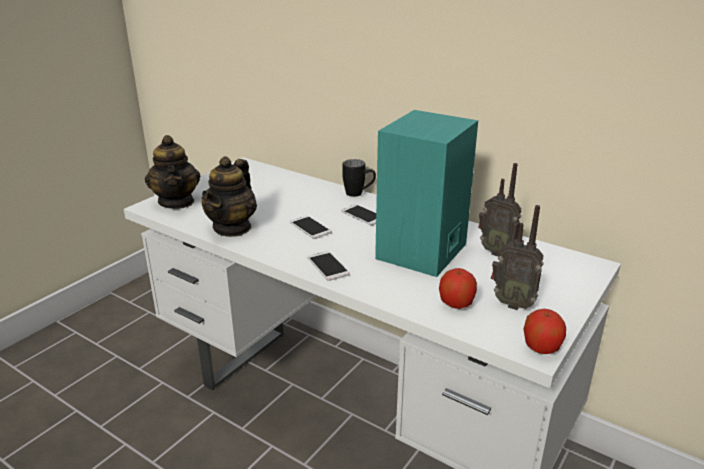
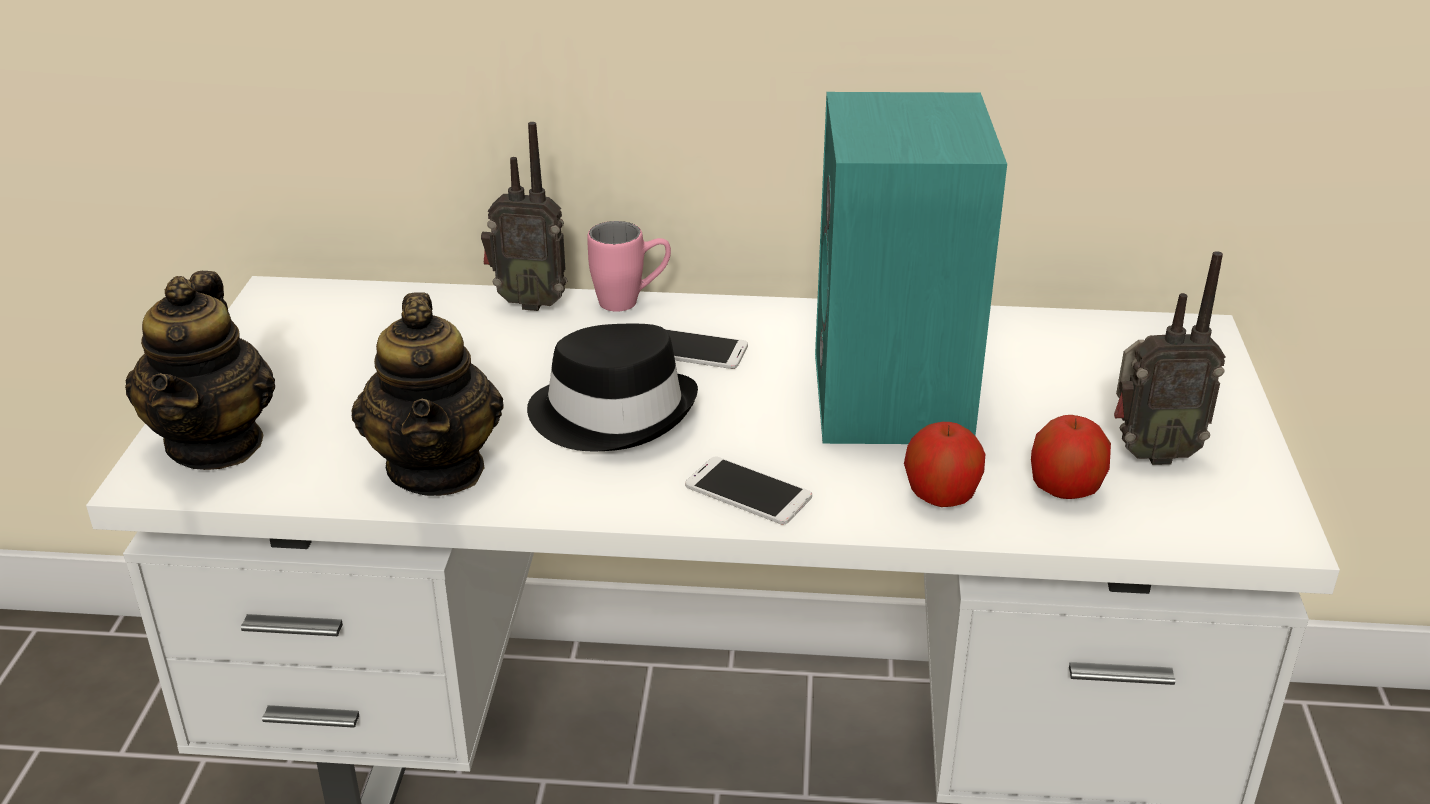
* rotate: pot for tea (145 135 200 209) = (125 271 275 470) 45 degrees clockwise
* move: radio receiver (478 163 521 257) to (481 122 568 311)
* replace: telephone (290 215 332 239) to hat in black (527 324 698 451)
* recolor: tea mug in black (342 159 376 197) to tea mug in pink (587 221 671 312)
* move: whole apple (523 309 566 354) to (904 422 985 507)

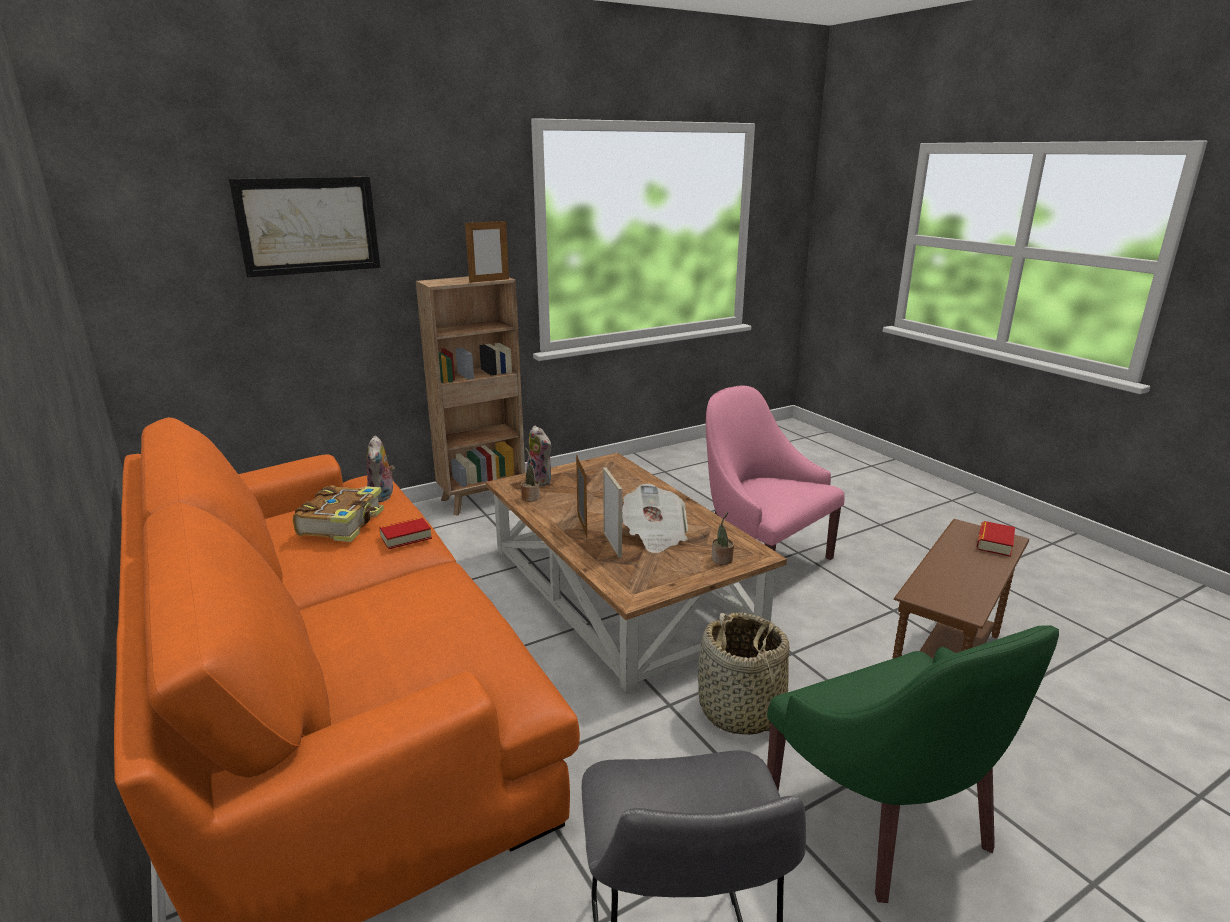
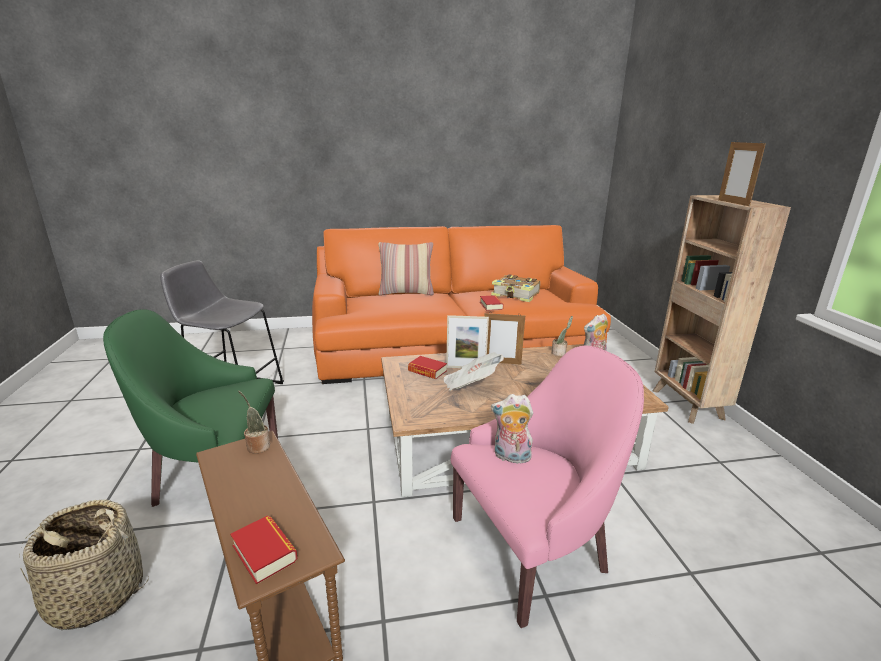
* move: basket (698 612 789 735) to (19 499 149 630)
* move: potted plant (711 512 734 565) to (238 391 270 454)
* insert: throw pillow (379 242 434 295)
* insert: book (408 356 447 379)
* move: plush toy (367 436 395 502) to (491 394 533 463)
* delete: wall picture (228 177 380 278)

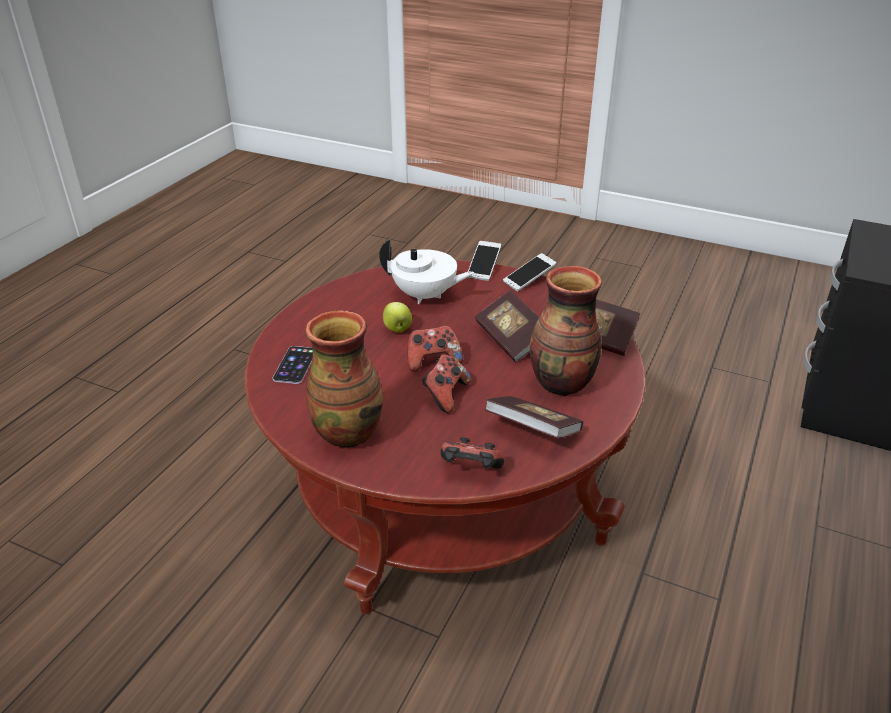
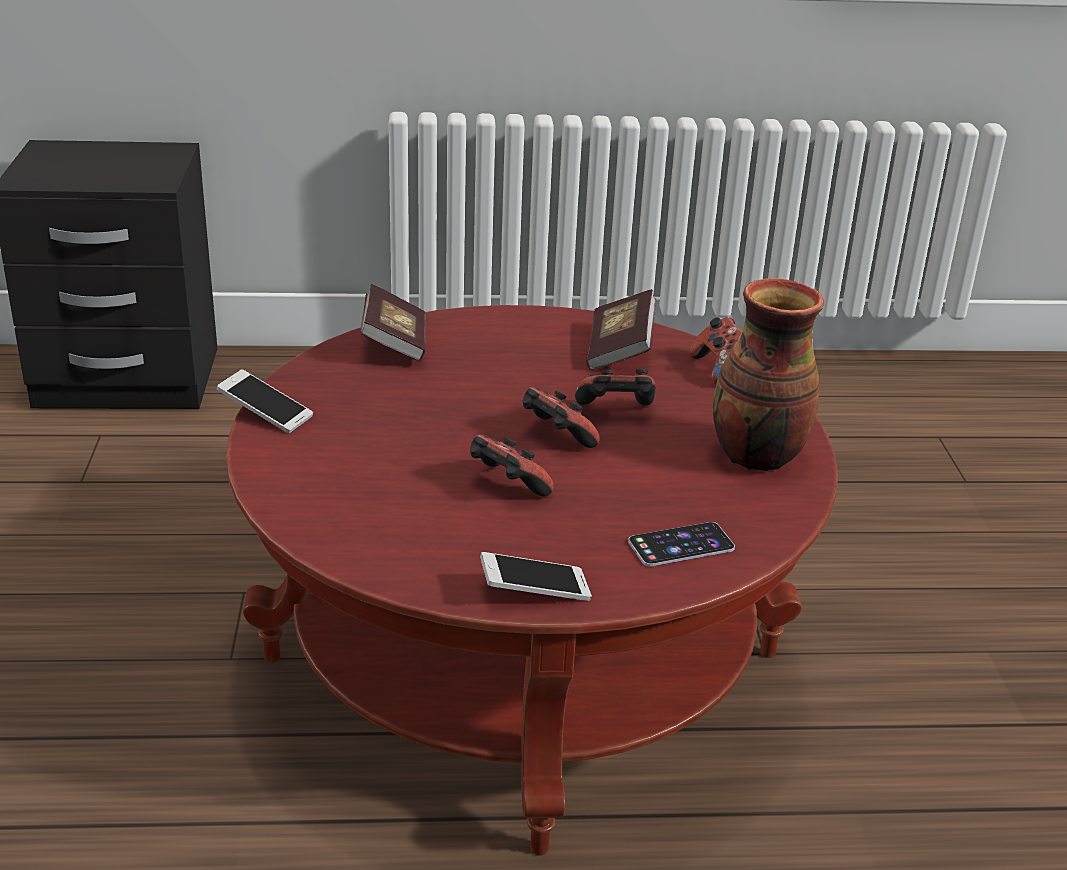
* replace: whole apple (383 302 412 332) to game controller (470 435 554 496)
* move: telephone (467 241 501 281) to (480 552 592 601)
* delete: pot for tea in whitish (379 239 474 304)
* delete: book (475 290 539 362)
* delete: decorative vase (530 266 602 396)

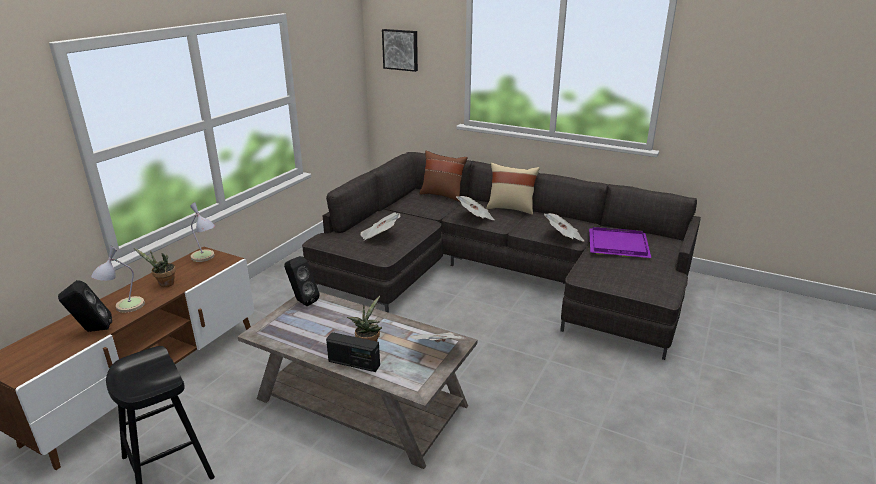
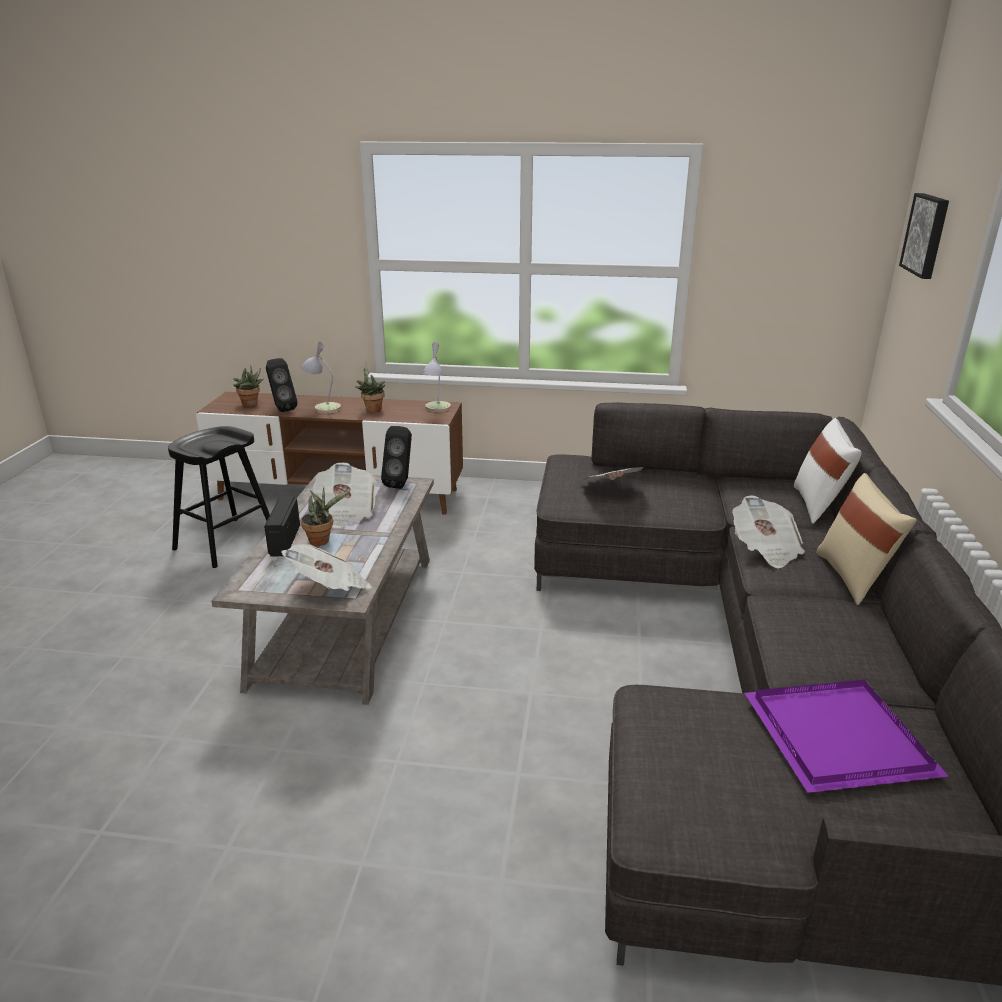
* insert: potted plant (233 365 263 407)
* move: printed paper (544 213 585 242) to (310 463 377 528)
* recolor: throw pillow in brownish (419 151 468 202) to throw pillow in whitish (794 418 862 524)

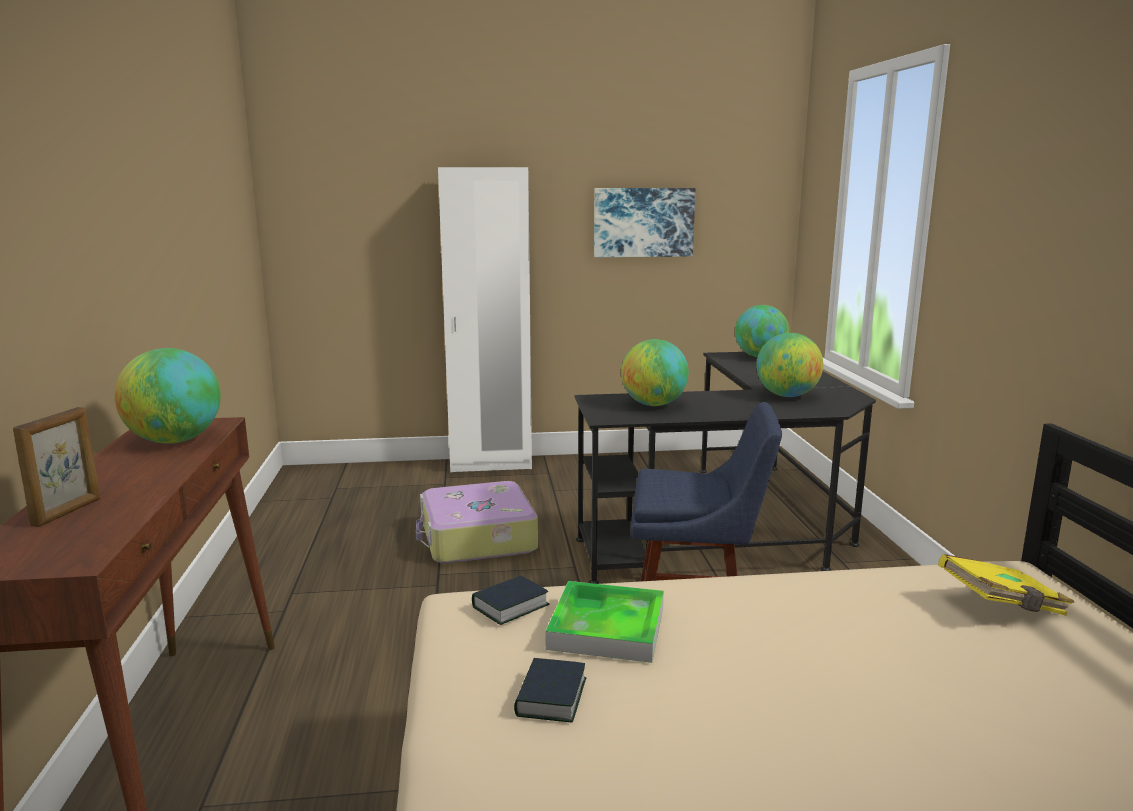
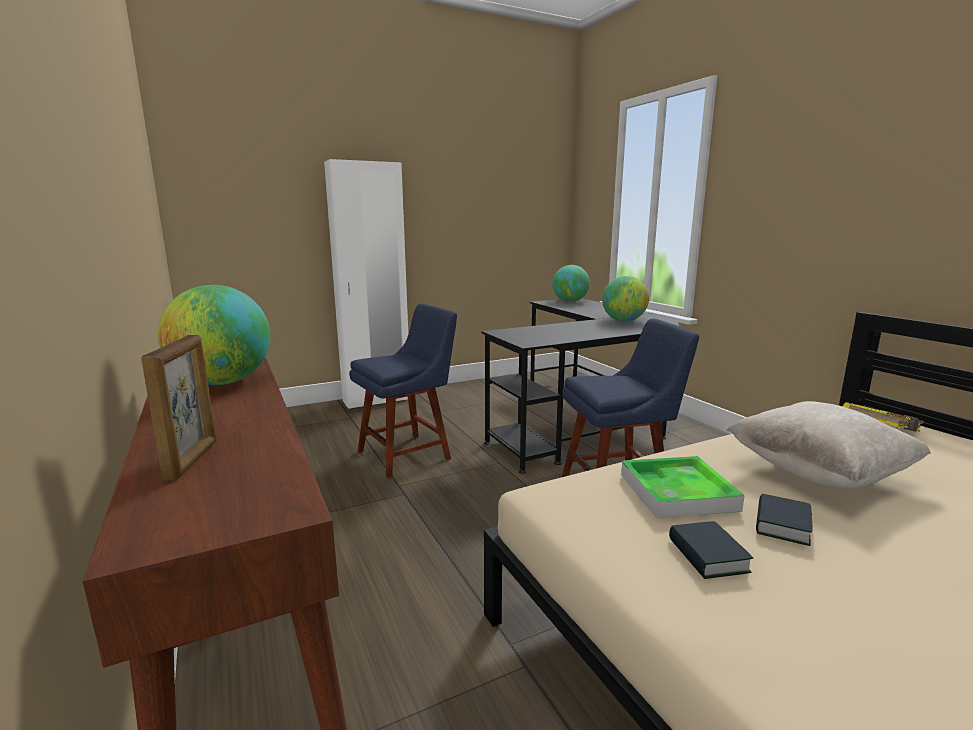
* replace: travel case (416 481 538 563) to plain chair in bluish (349 303 457 478)
* insert: throw pillow in beige-coloured (727 401 931 489)
* move: book (472 576 550 625) to (756 494 813 546)
* delete: wall picture (594 188 695 257)
* delete: world globe (621 339 689 406)

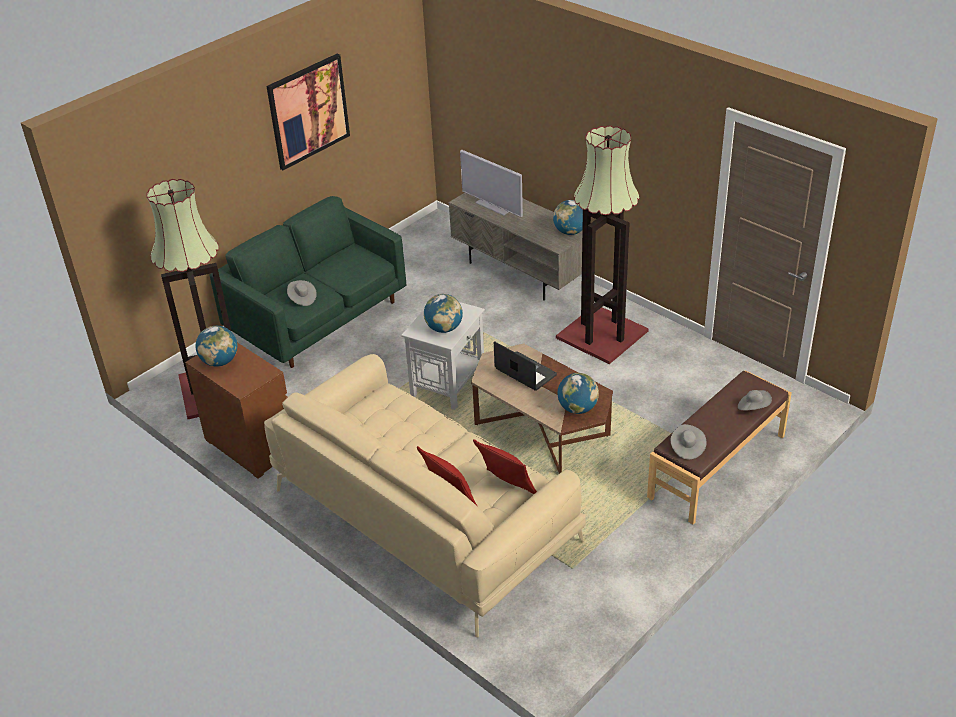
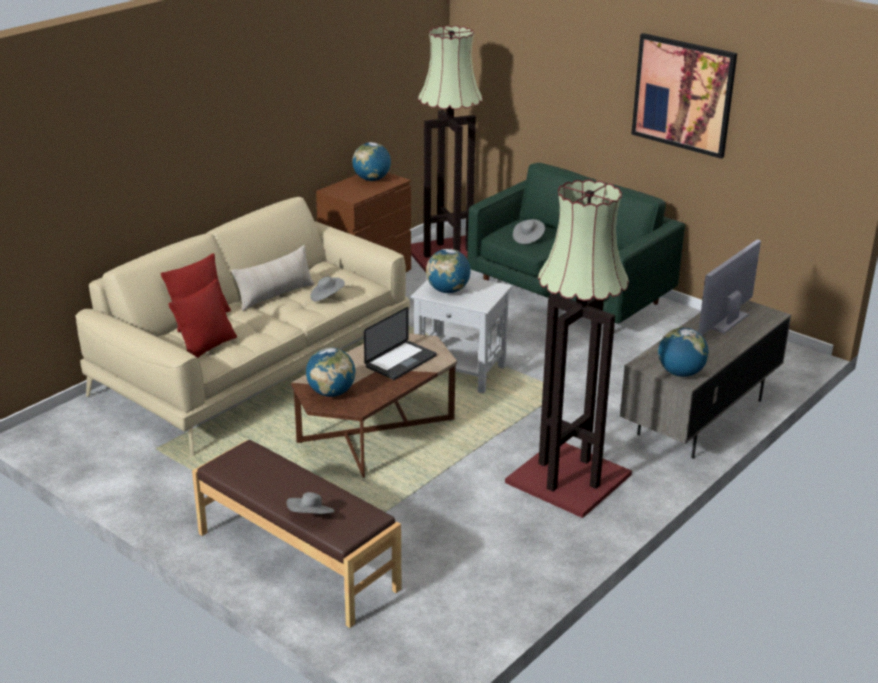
* insert: throw pillow in beige-coloured (231 245 314 311)
* move: hat in grey (671 424 707 460) to (310 277 345 301)

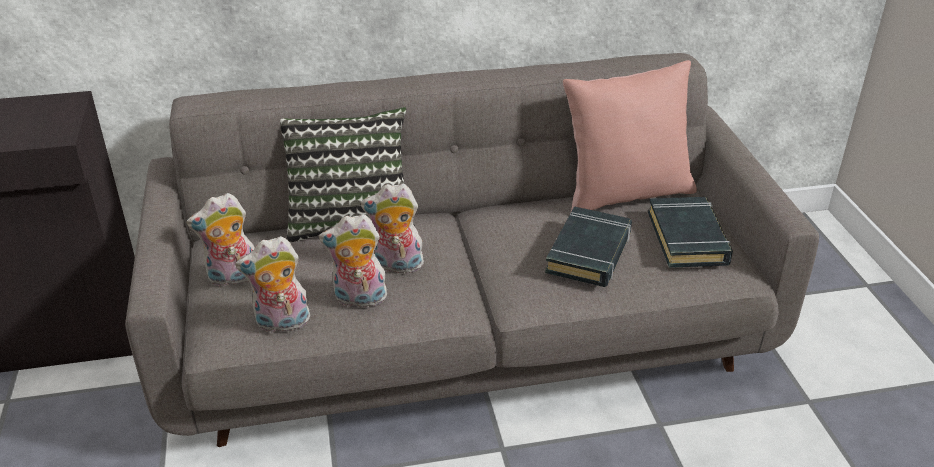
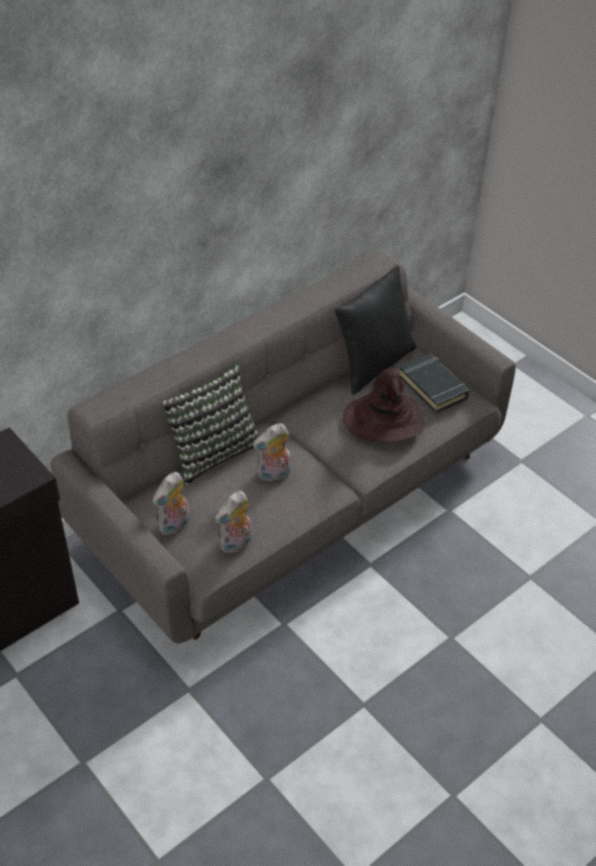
* recolor: throw pillow in pink (563 60 697 212) to throw pillow in black (335 265 416 395)
* replace: book in black (545 206 632 287) to hat in brownish (343 368 425 441)
* delete: plush toy (319 214 387 307)

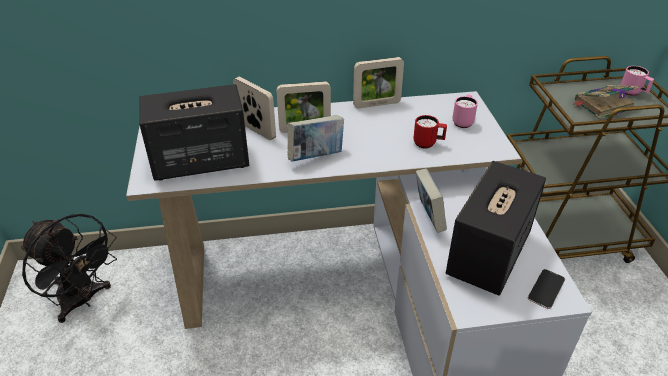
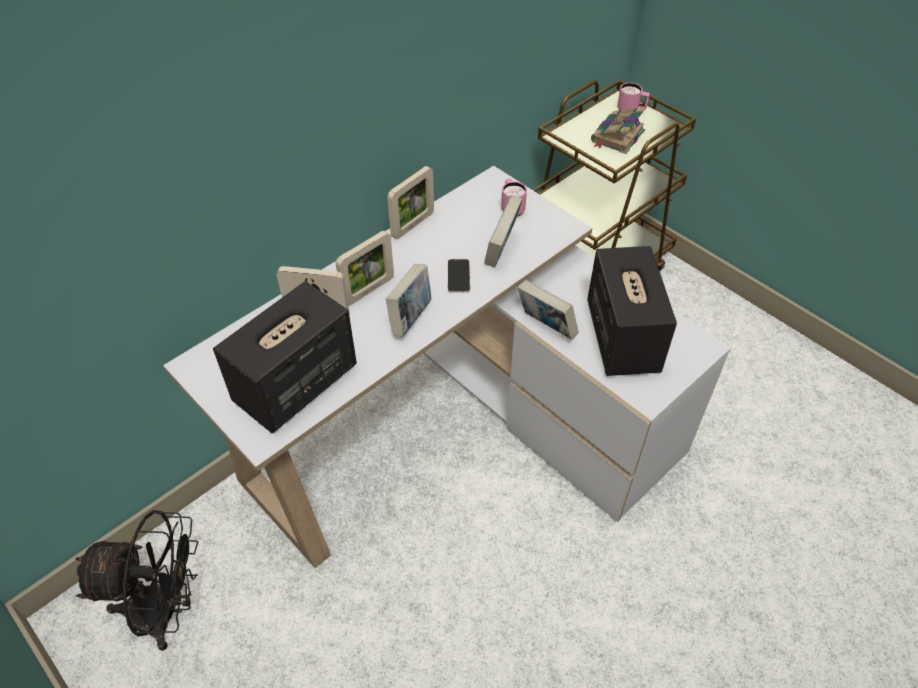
* move: telephone (528 269 565 309) to (447 259 470 293)
* replace: tea mug in red (413 115 447 148) to book (485 195 522 268)

